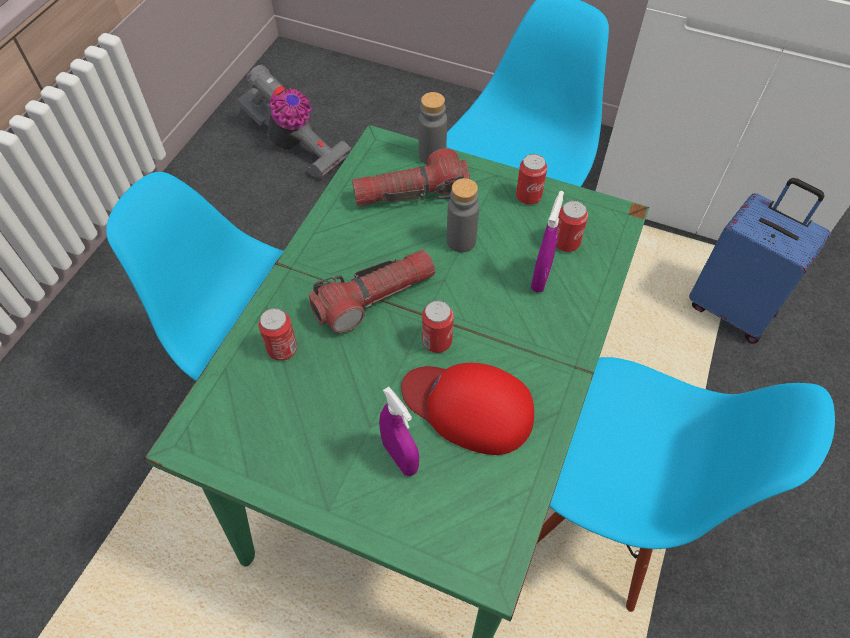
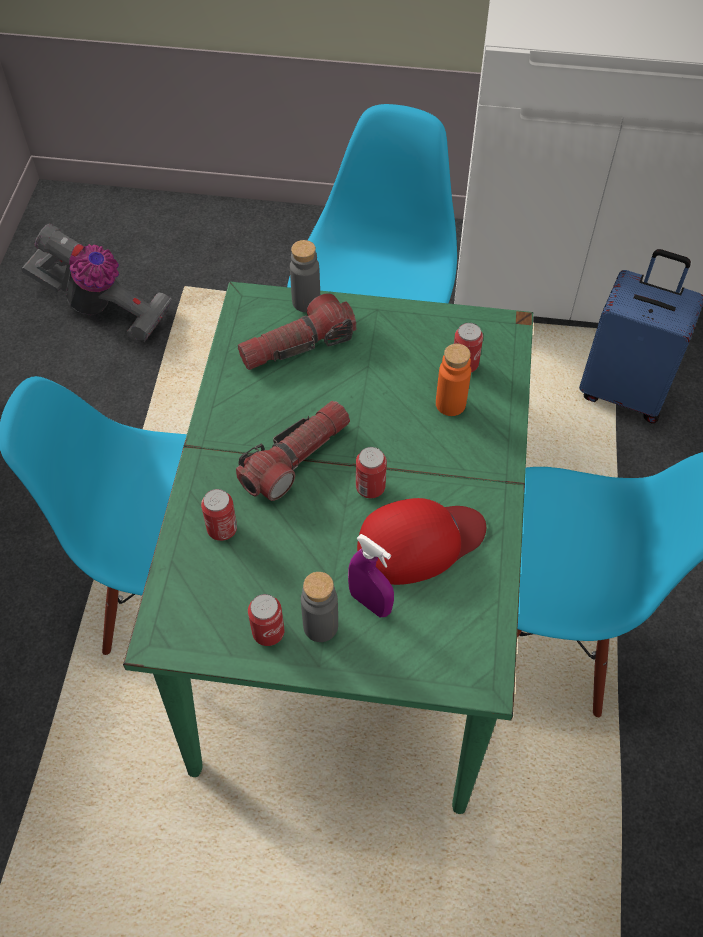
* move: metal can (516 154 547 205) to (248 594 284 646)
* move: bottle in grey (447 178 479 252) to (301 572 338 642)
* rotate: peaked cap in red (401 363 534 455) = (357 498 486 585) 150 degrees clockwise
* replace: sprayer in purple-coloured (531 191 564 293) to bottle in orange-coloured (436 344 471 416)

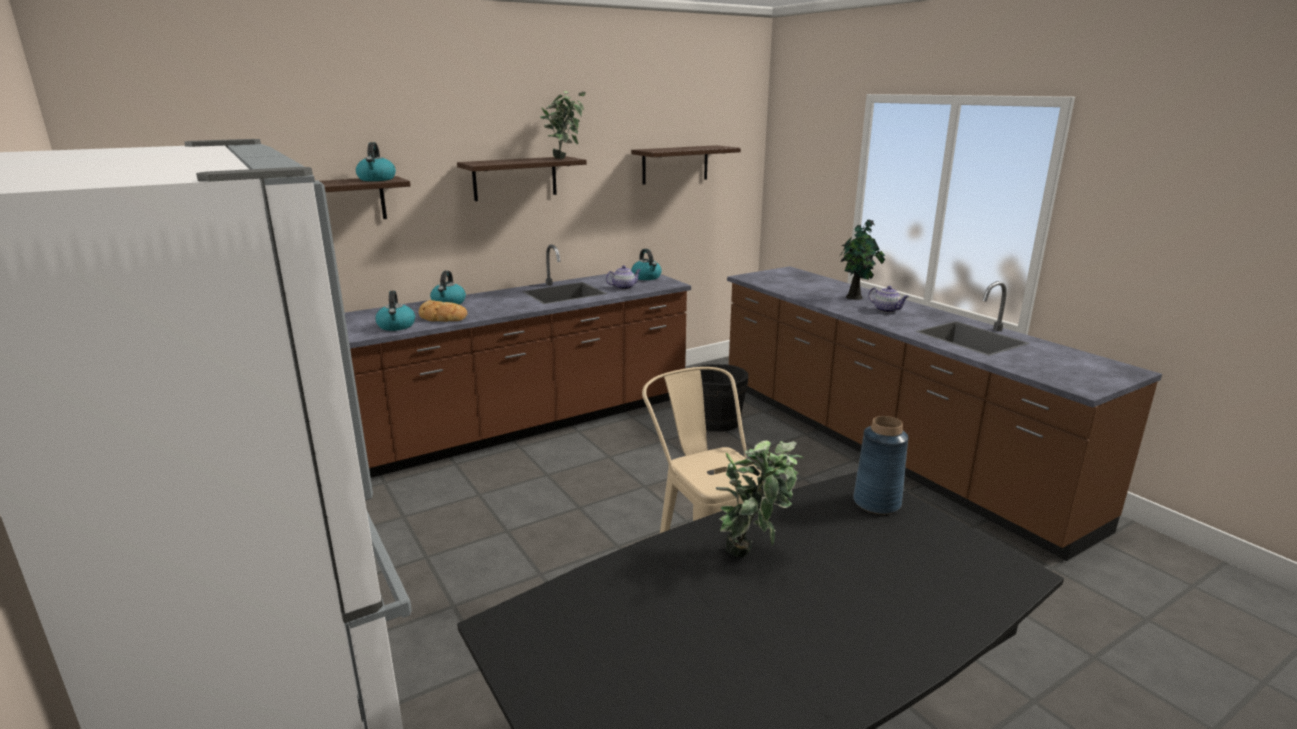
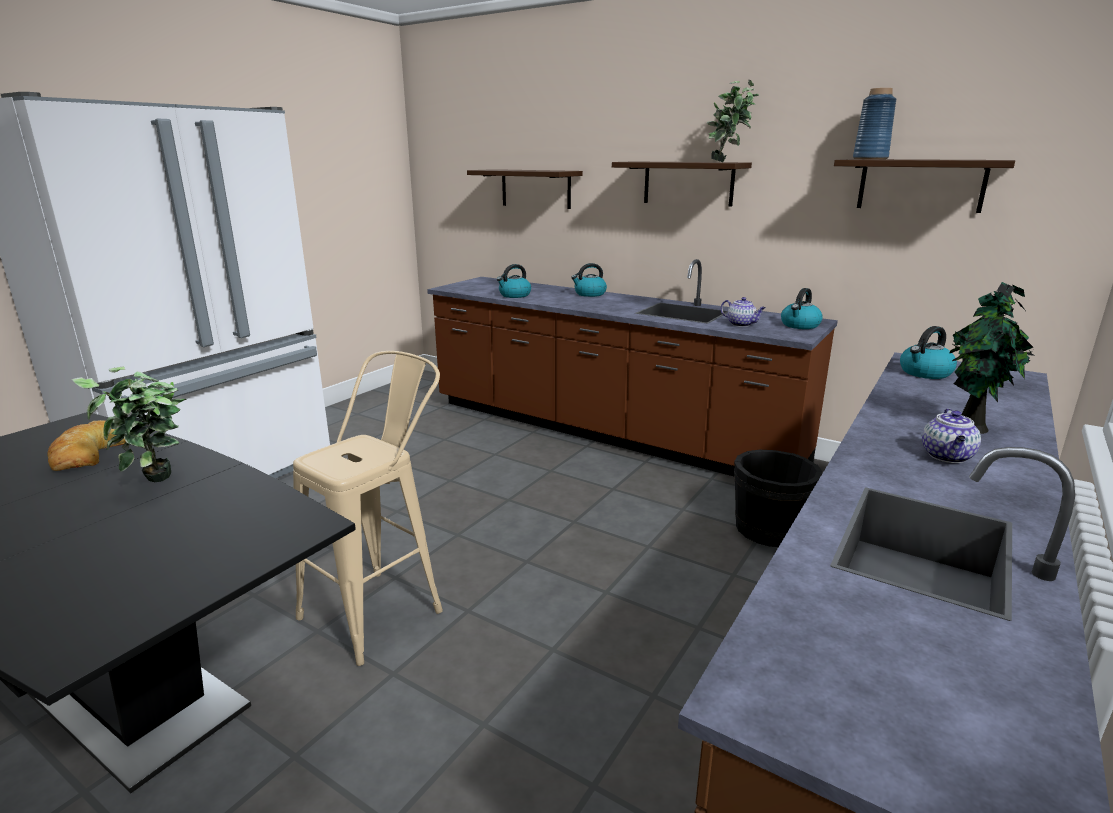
* move: baked bread (419 300 467 322) to (47 420 126 471)
* move: decorative vase in bluish (853 416 909 514) to (853 88 897 159)
* move: kettle (356 142 396 181) to (900 326 957 379)

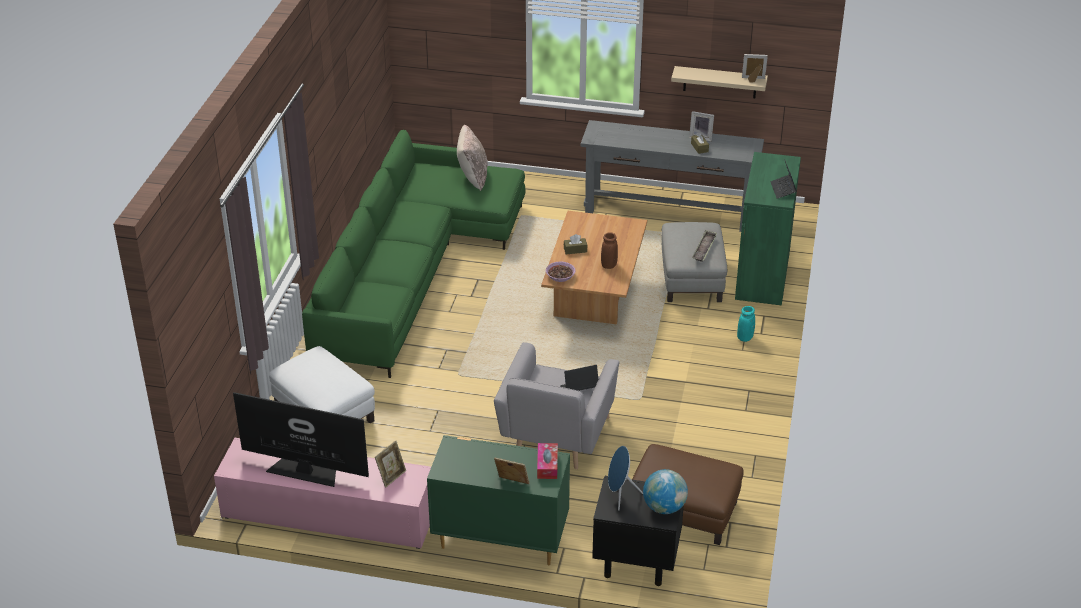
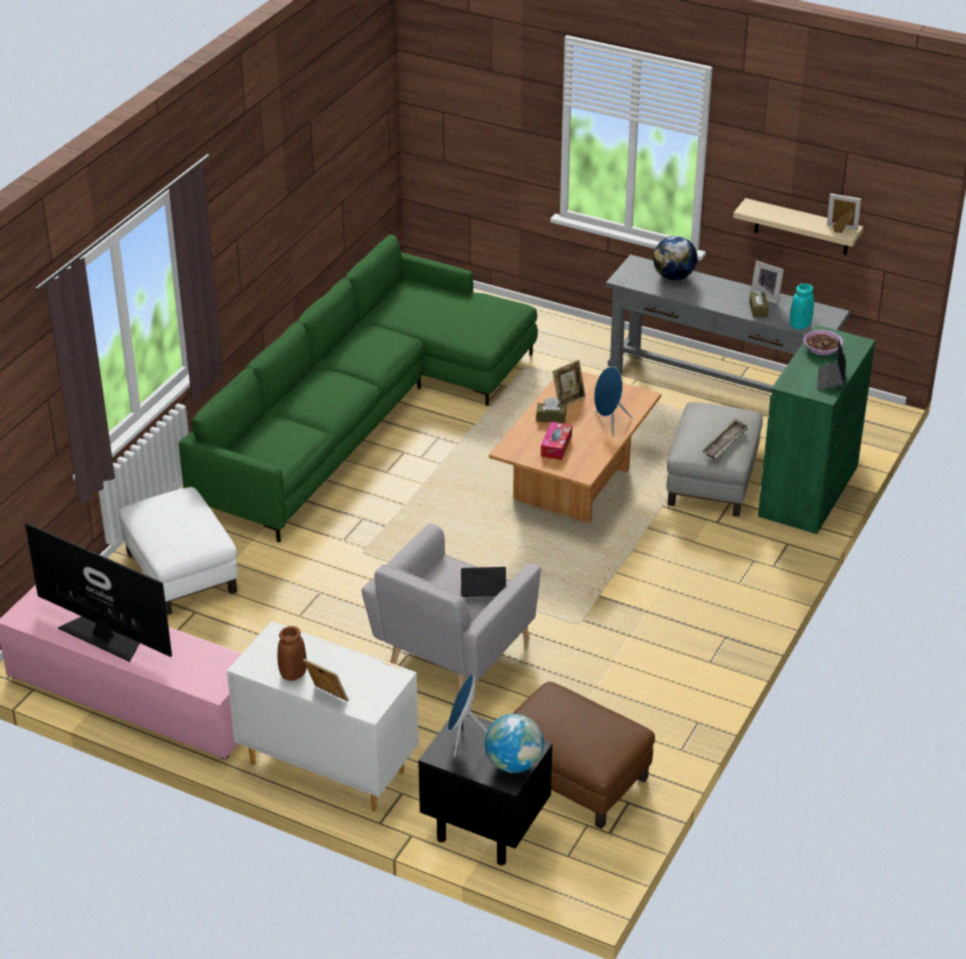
* recolor: chest of drawers in greenish (427 435 570 565) to chest of drawers in whitish (227 621 419 812)
* move: decorative vase in brownish (601 232 618 269) to (277 626 307 681)
* move: tissue holder (537 443 558 479) to (541 422 572 460)
* move: picture frame (375 440 406 488) to (552 360 586 405)
* insert: audio speaker in bluish (594 367 633 437)
* insert: world globe (653 236 698 280)
* move: decorative vase in turquoise-coloured (737 306 755 342) to (790 284 814 330)
* move: serving bowl (546 262 576 282) to (803 330 843 355)
* delete: throw pillow in beige-coloured (457 125 488 191)

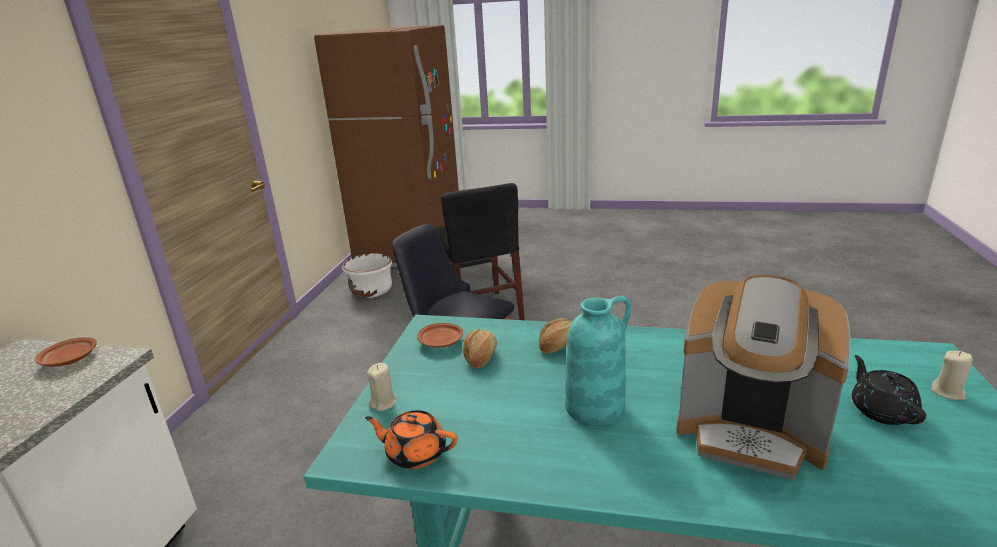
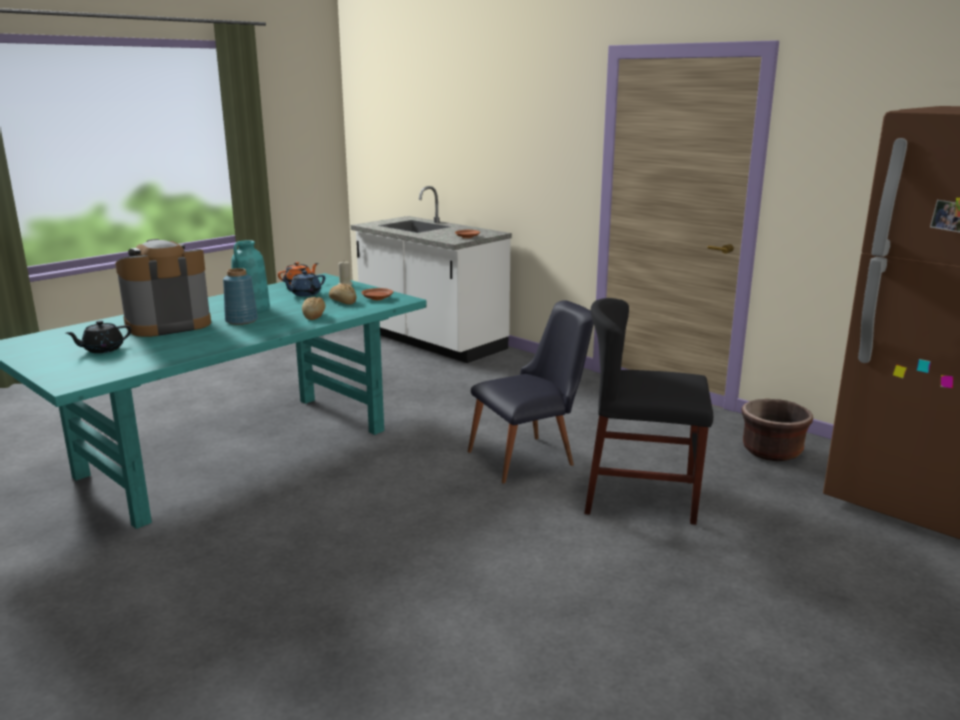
* rotate: pot for tea in black (852 355 926 425) = (65 321 131 353) 120 degrees clockwise
* insert: decorative vase in bluish (223 268 258 325)
* insert: pot for tea in bluish (282 271 325 297)
* recolor: planter in whitish (342 253 392 298) to planter in brownish (741 399 813 461)
* delete: candle in beige-coloured (931 351 973 400)

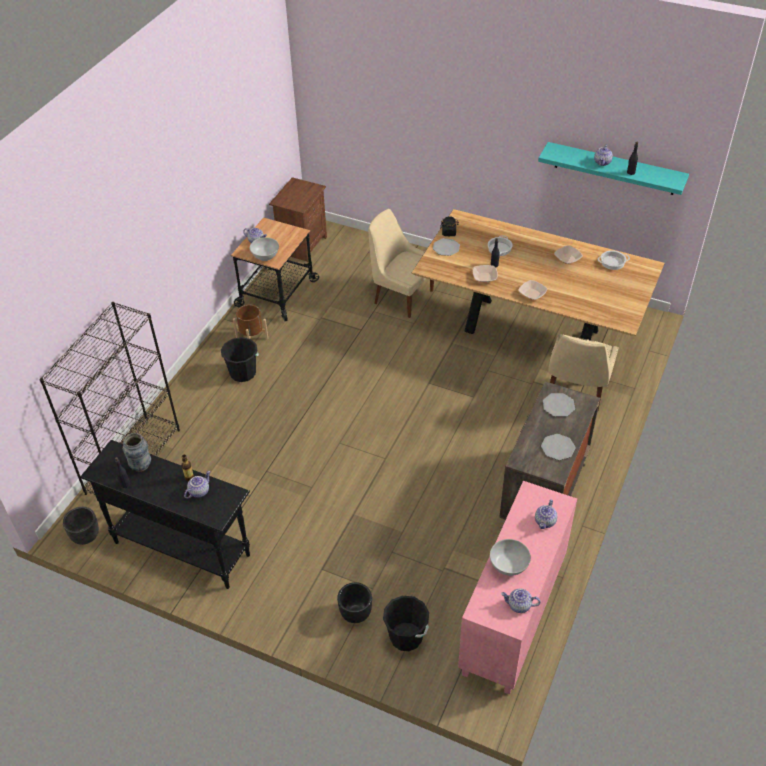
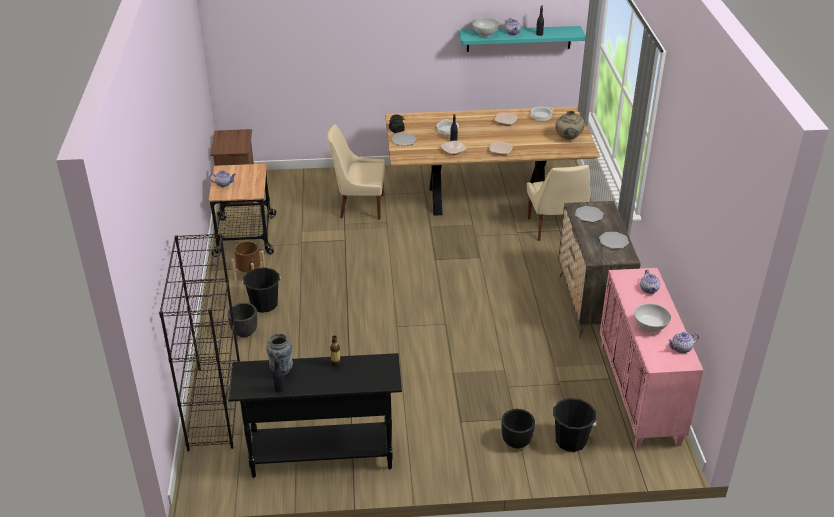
* move: planter in black (63 507 99 545) to (227 303 258 337)
* move: serving bowl in whitish (250 237 279 261) to (472 18 499 37)
* insert: decorative vase in beige-coloured (555 111 585 140)
* delete: pot for tea (184 471 210 499)

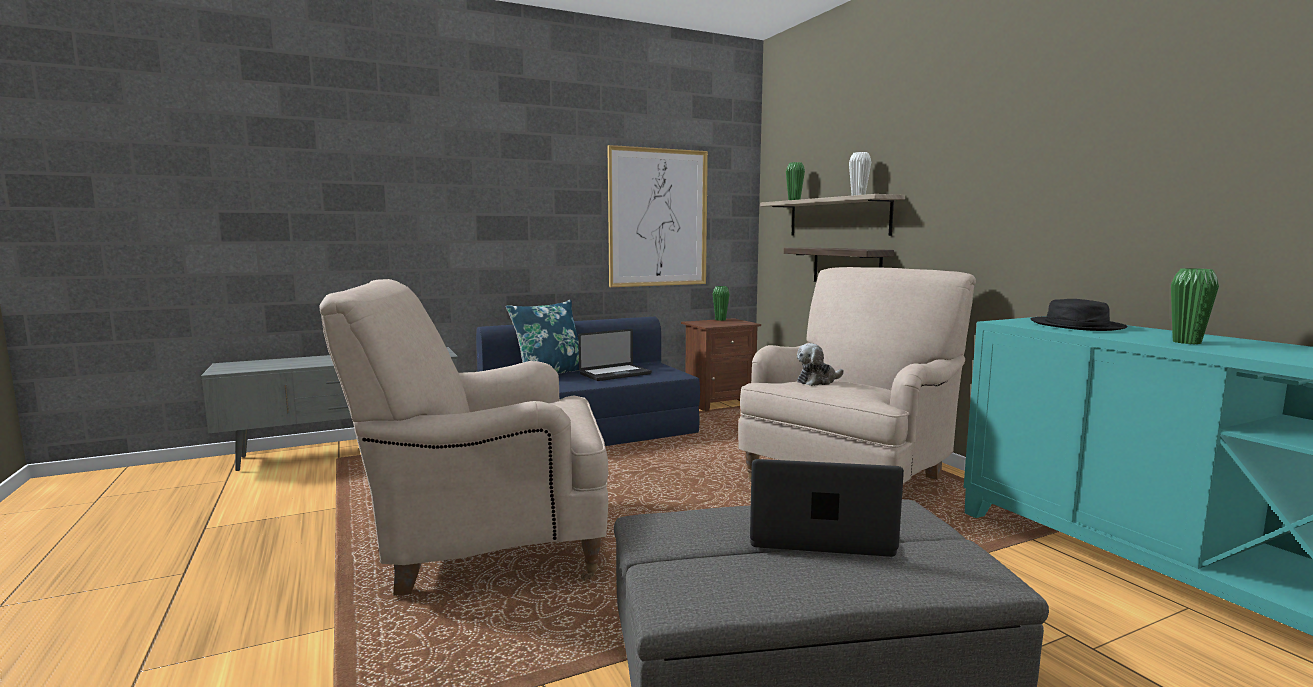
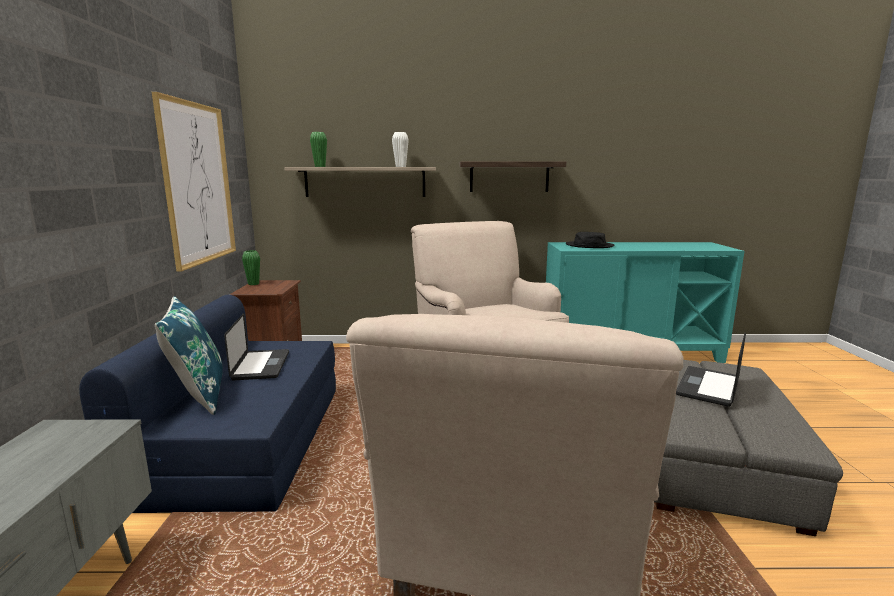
* move: wall shelf (784 248 894 282) to (459 162 566 192)
* delete: plush toy (797 343 844 386)
* delete: decorative vase in greenish (1171 268 1219 344)

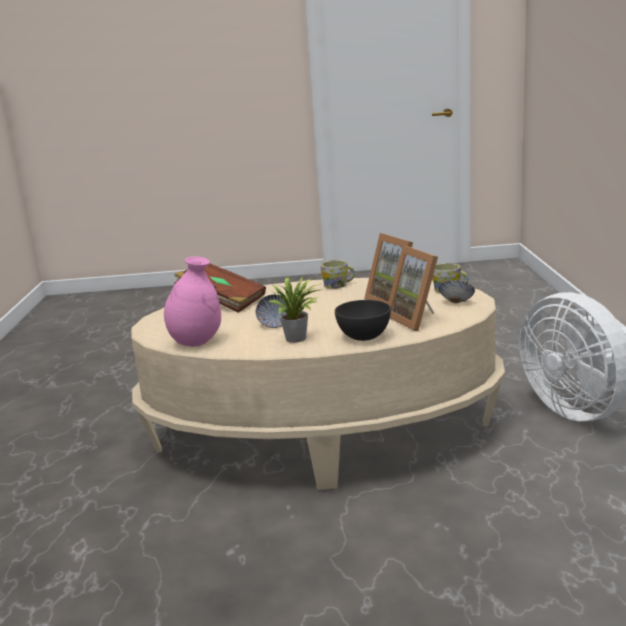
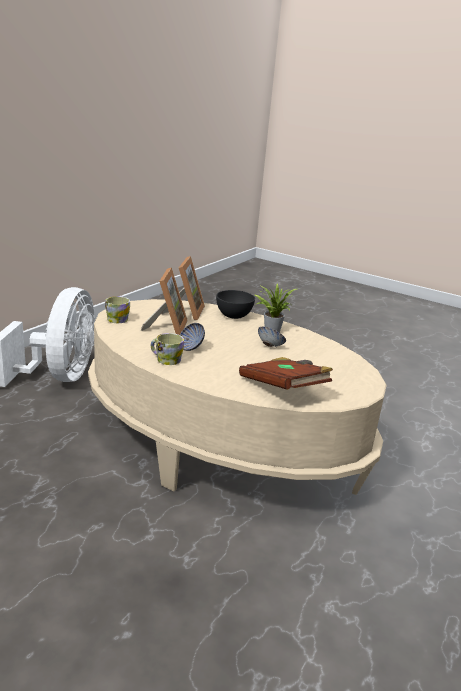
* move: serving bowl (439 280 475 303) to (180 323 205 351)
* delete: decorative vase in pink (164 256 221 347)

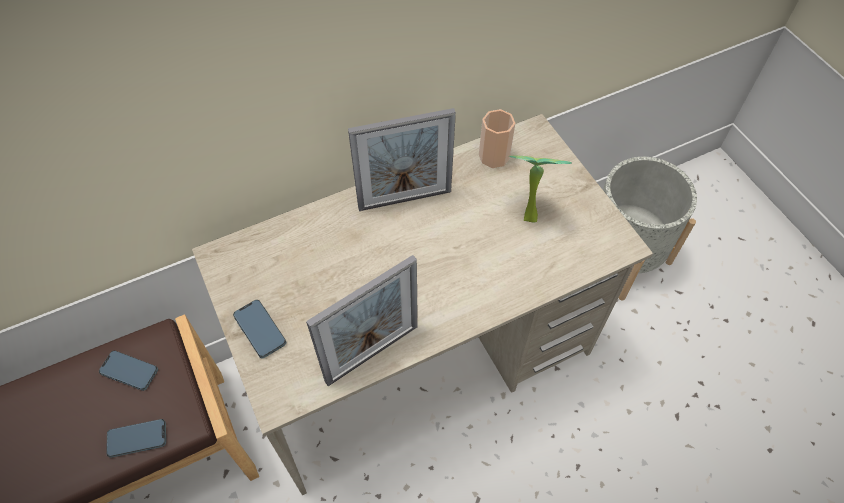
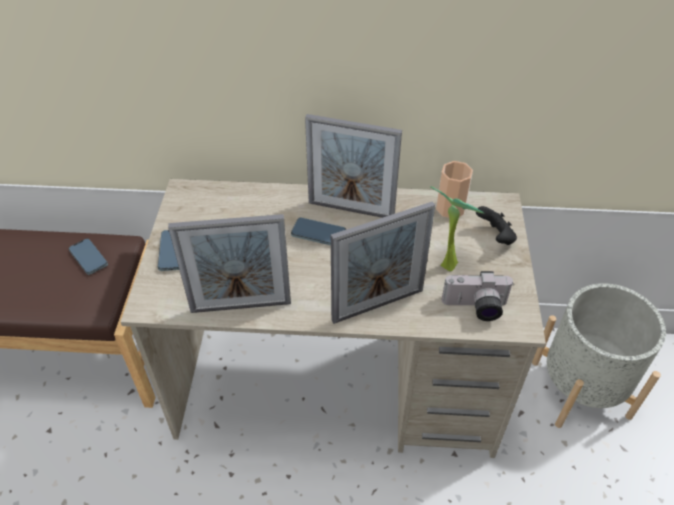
* move: telephone (106 419 166 458) to (291 218 346 245)
* insert: picture frame (331 201 435 324)
* insert: still camera (442 271 513 321)
* insert: game controller in black (476 206 517 245)

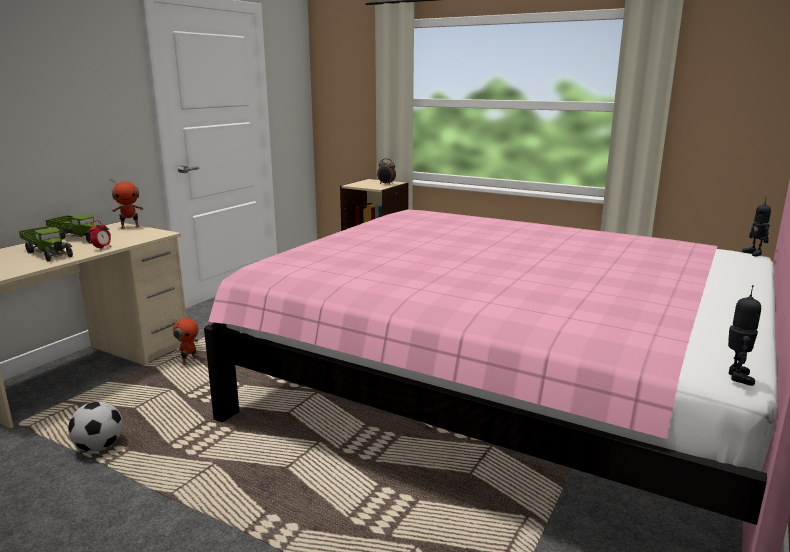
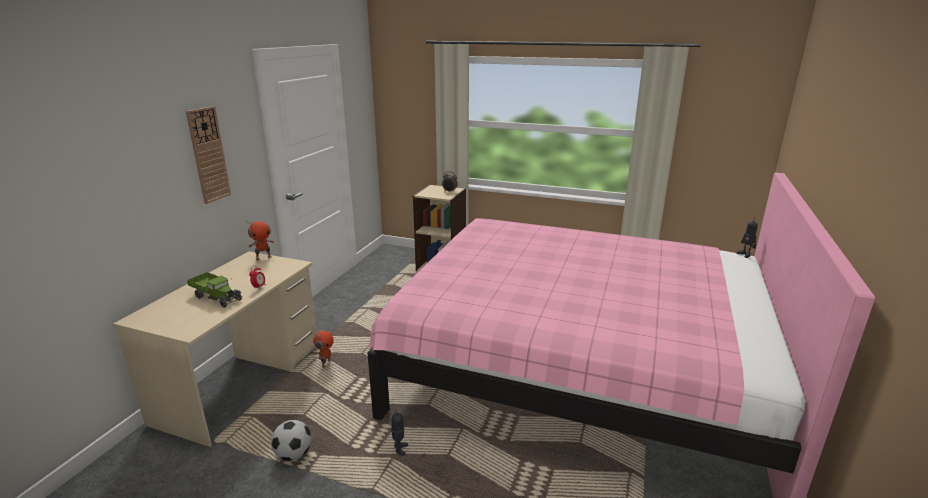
* insert: hanging clock (186 106 231 204)
* move: model robot (728 285 761 386) to (391 409 408 456)
* delete: model truck (46 214 110 244)

